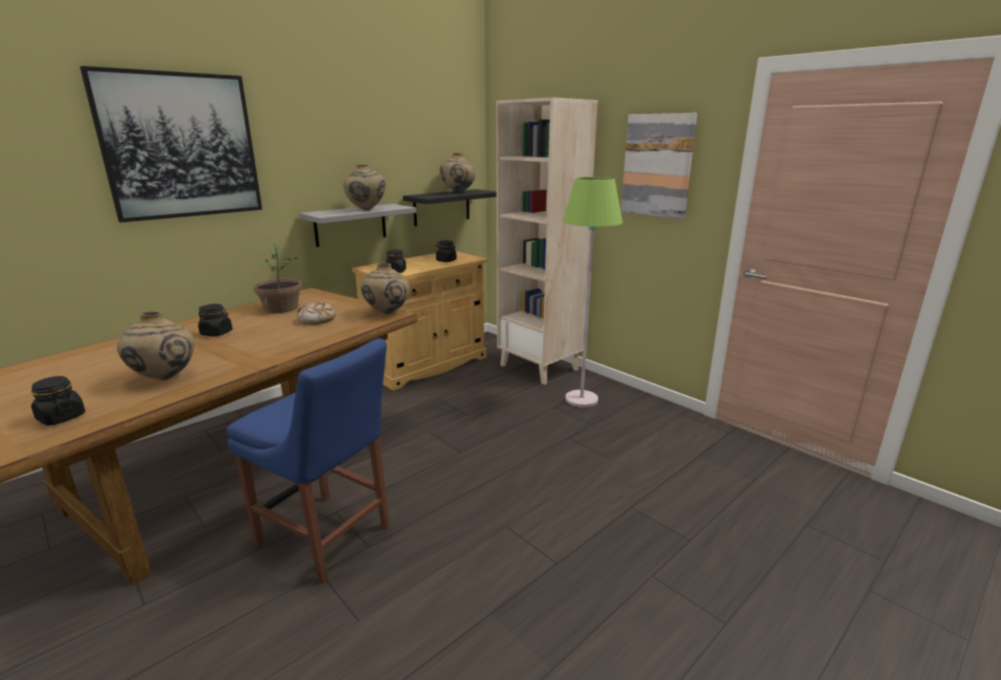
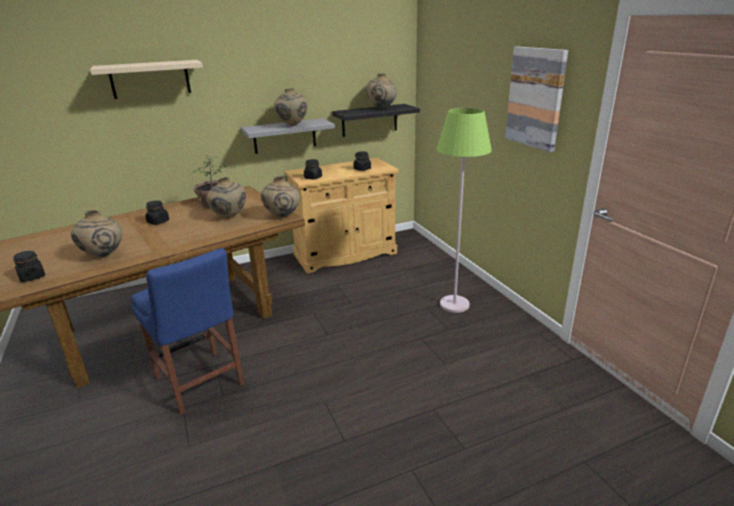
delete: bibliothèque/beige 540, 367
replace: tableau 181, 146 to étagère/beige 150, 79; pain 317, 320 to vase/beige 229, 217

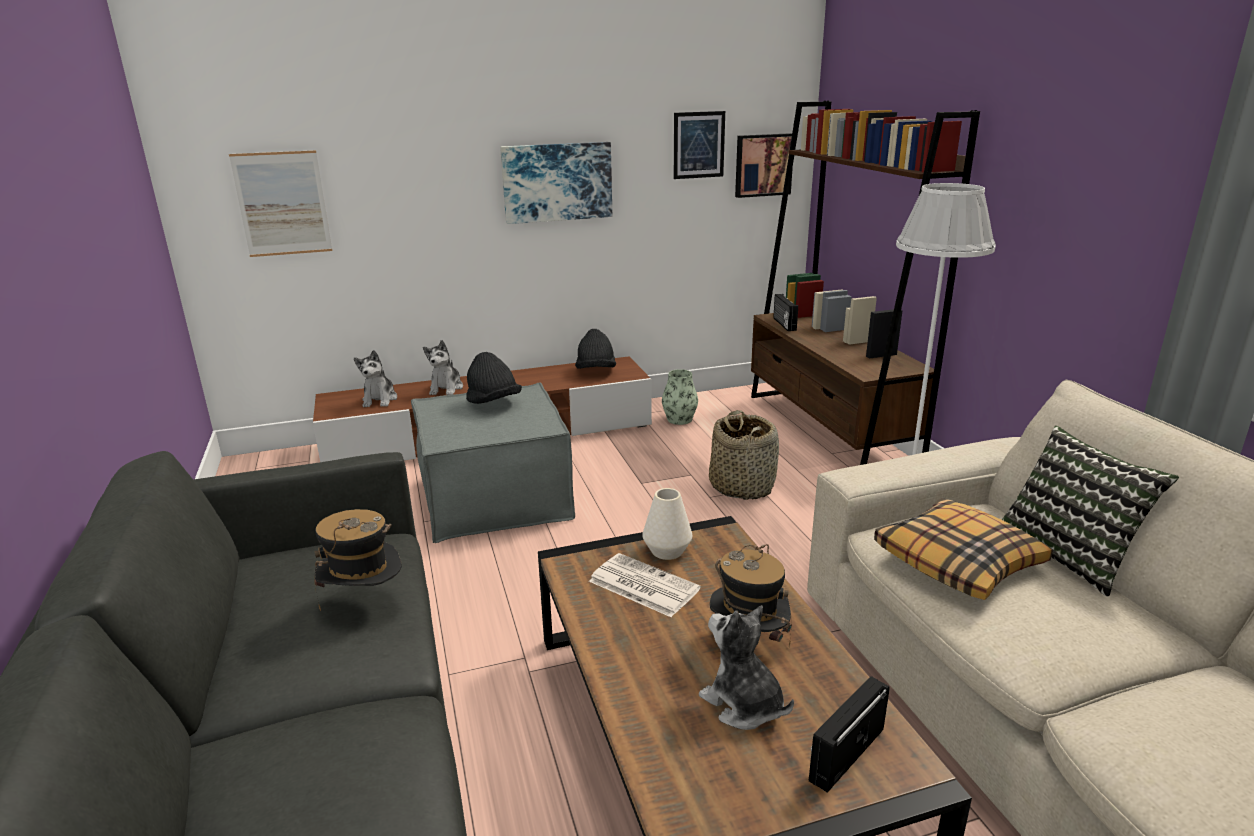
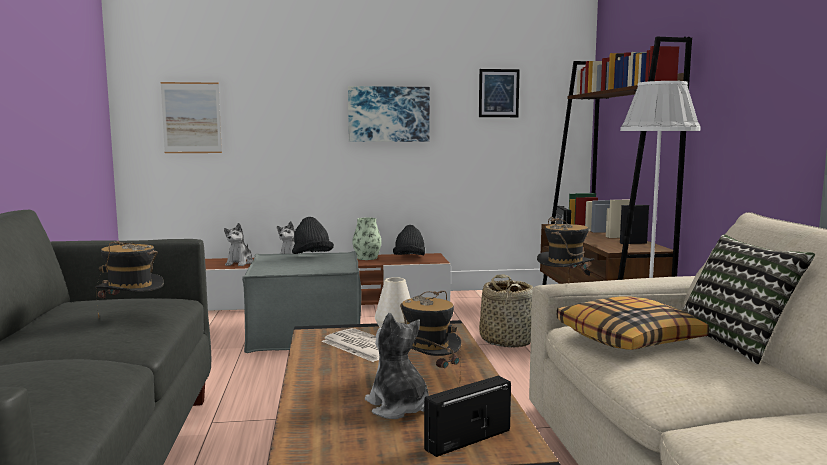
delete: tableau 763, 165
insert: chapeau 564, 289
move: vase 679, 419 to 367, 258

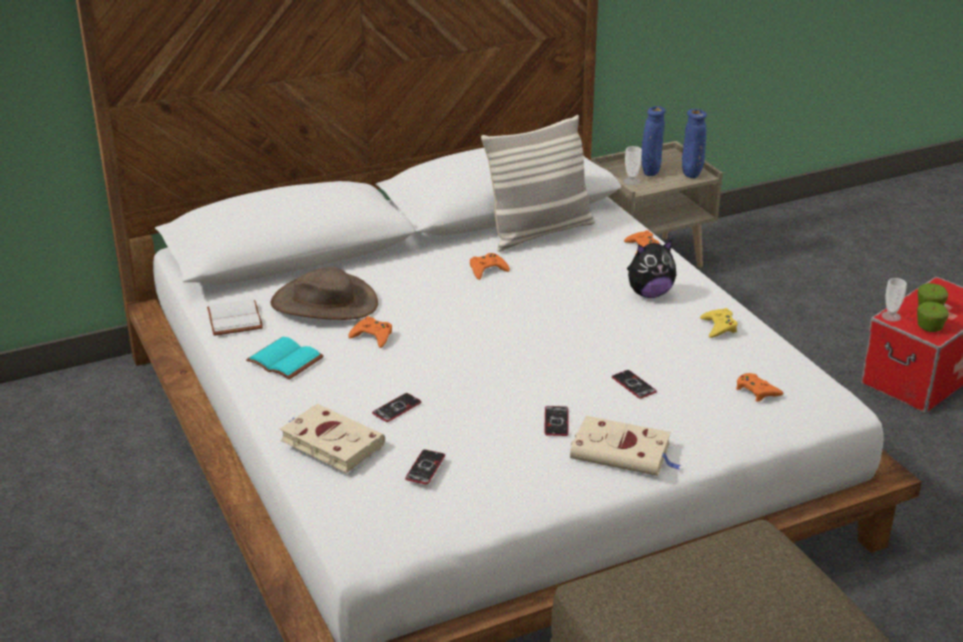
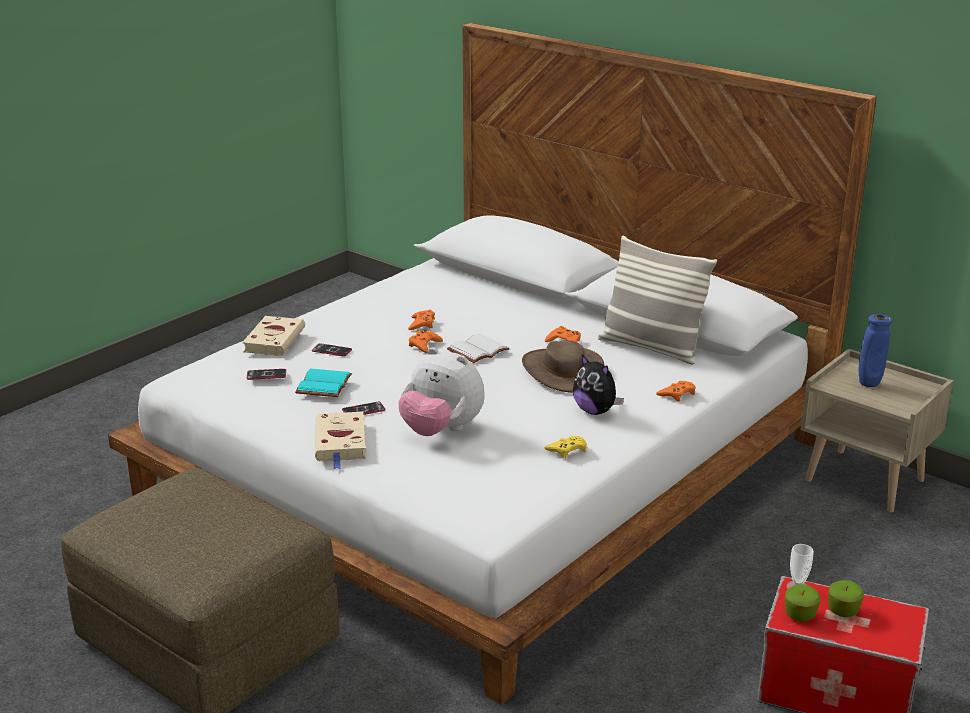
delete: tasse 631, 181; vase/bleu 691, 176
move: livre/blanc 236, 319 to 478, 351; livre/turquoise 287, 360 to 325, 385; chapeau/marron 324, 303 to 562, 370; manette/orange 756, 391 to 424, 345
replace: téléphone 634, 385 to peluche 441, 430

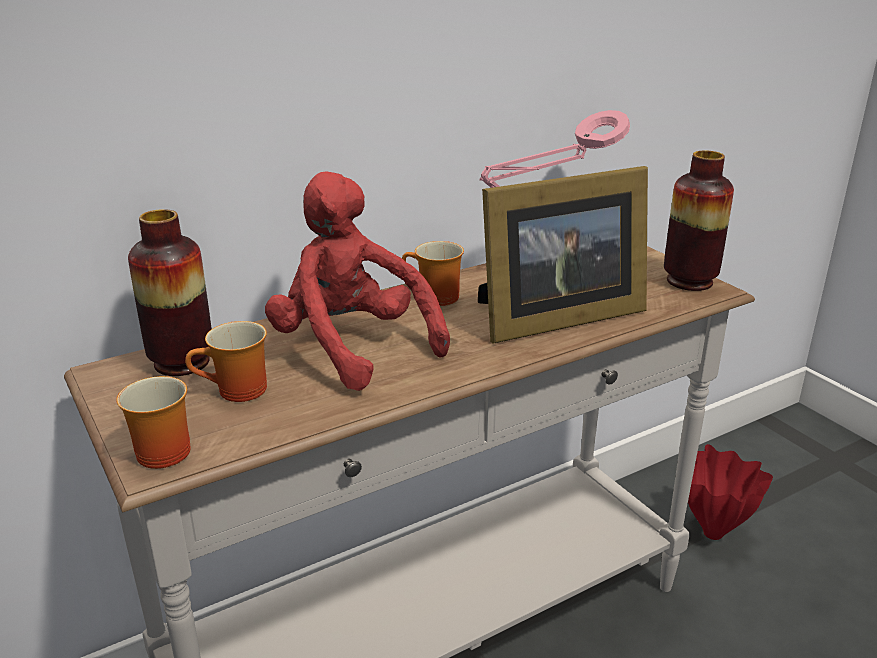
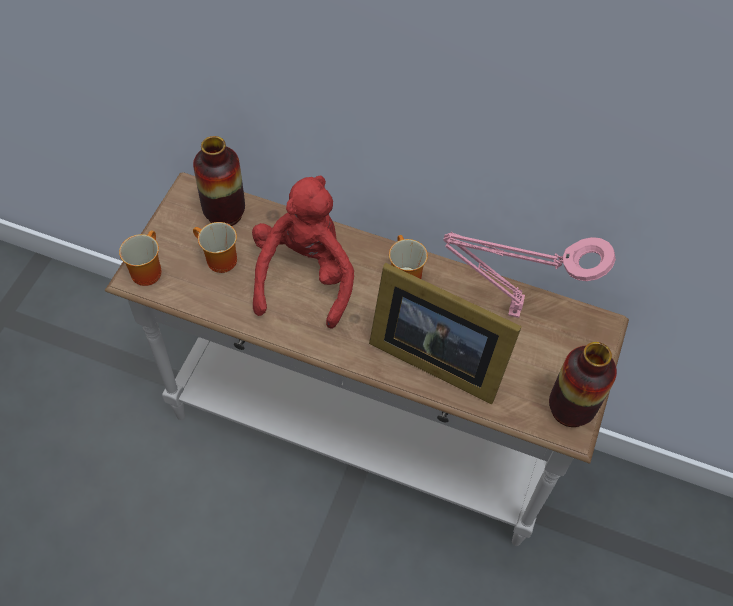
delete: vase/rouge 713, 534

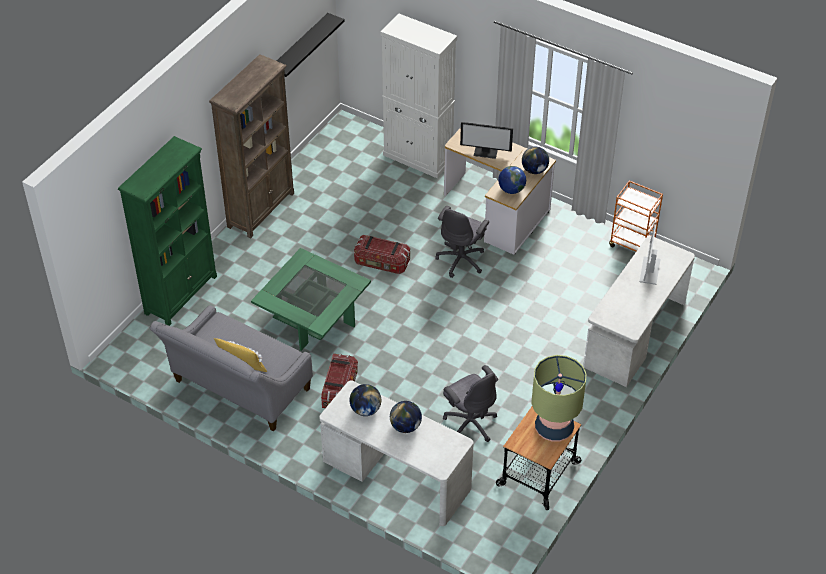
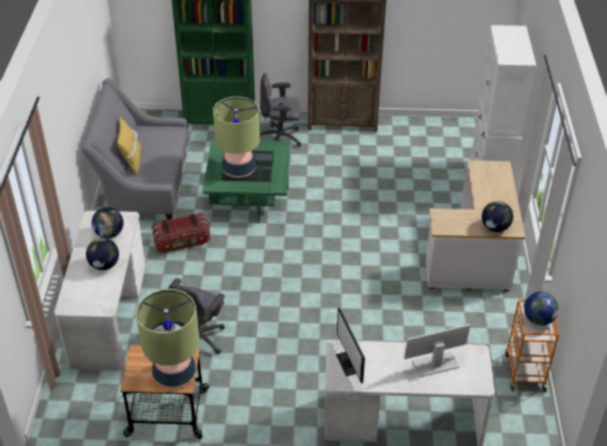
delete: étagère/noir 299, 48; boîte de rangement 382, 263
insert: lampe de table 239, 169
move: chaise de bureau/gris 461, 260 to 281, 139; écran d'ordinateur 486, 152 to 350, 363; globe 511, 190 to 538, 319

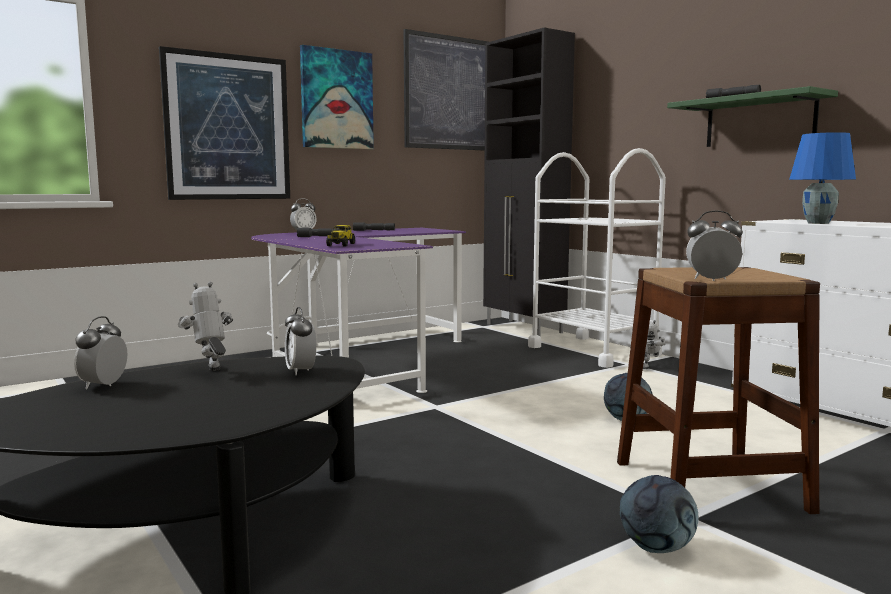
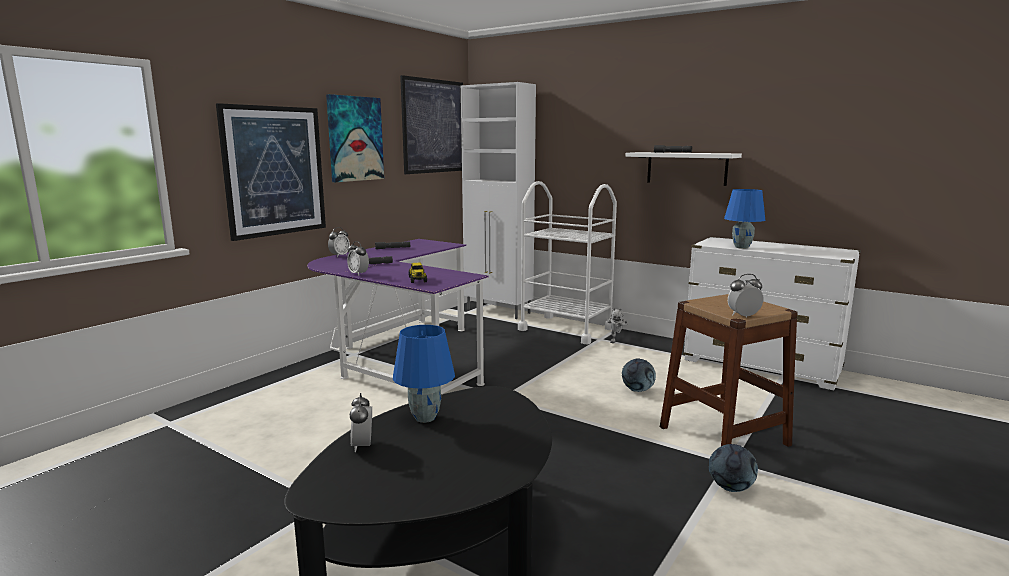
move: réveil 301, 371 to 358, 274
replace: robot jouet 211, 373 to lampe de table/bleu 425, 418
recolor: meuble de rangement/noir 524, 328 to meuble de rangement/blanc 499, 311; étagère/vert 759, 121 to étagère/blanc 686, 168

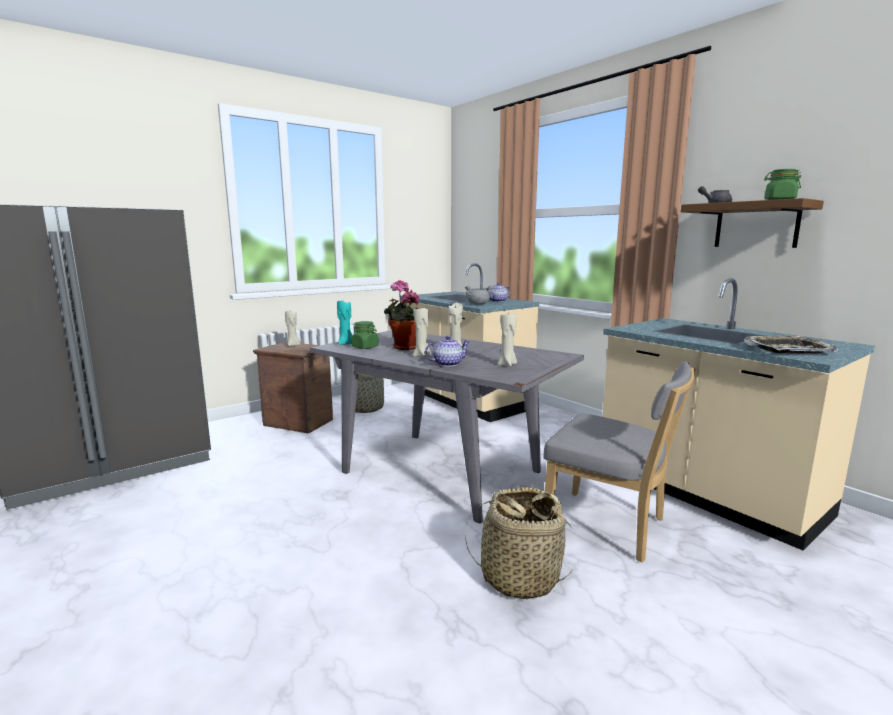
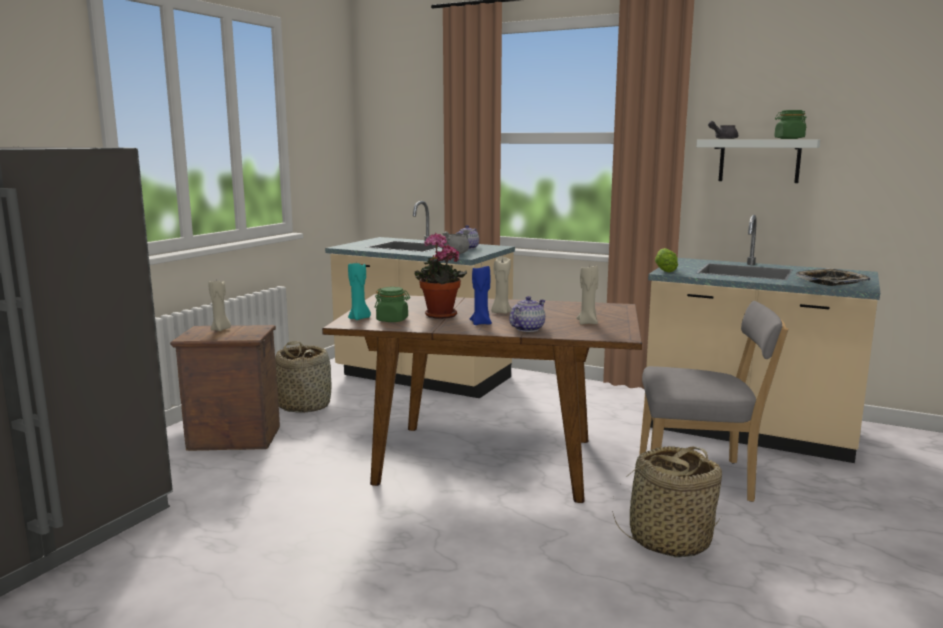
insert: laitue 665, 270
recolor: table à manger/gris 443, 472 to table à manger/marron 488, 461; bougie/beige 422, 356 to bougie/bleu 481, 323; étagère/marron 756, 225 to étagère/blanc 759, 160

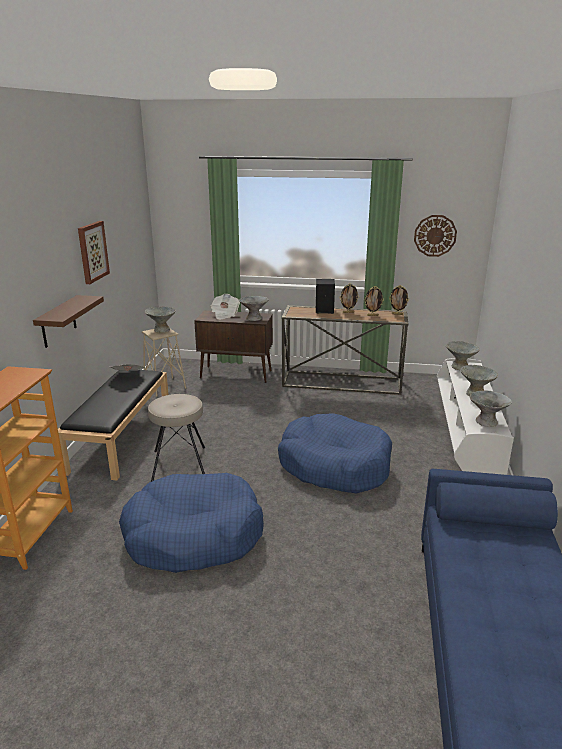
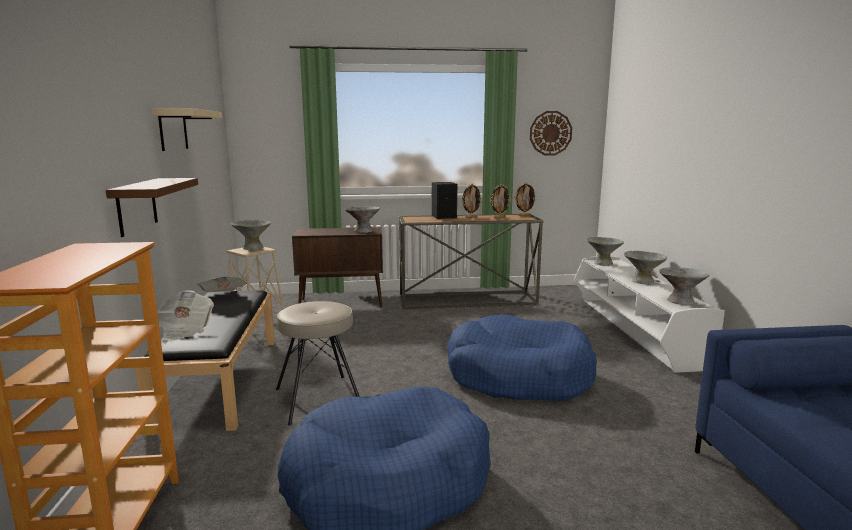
move: journal 225, 314 to 184, 330
replace: tableau 92, 251 to étagère/beige 173, 130

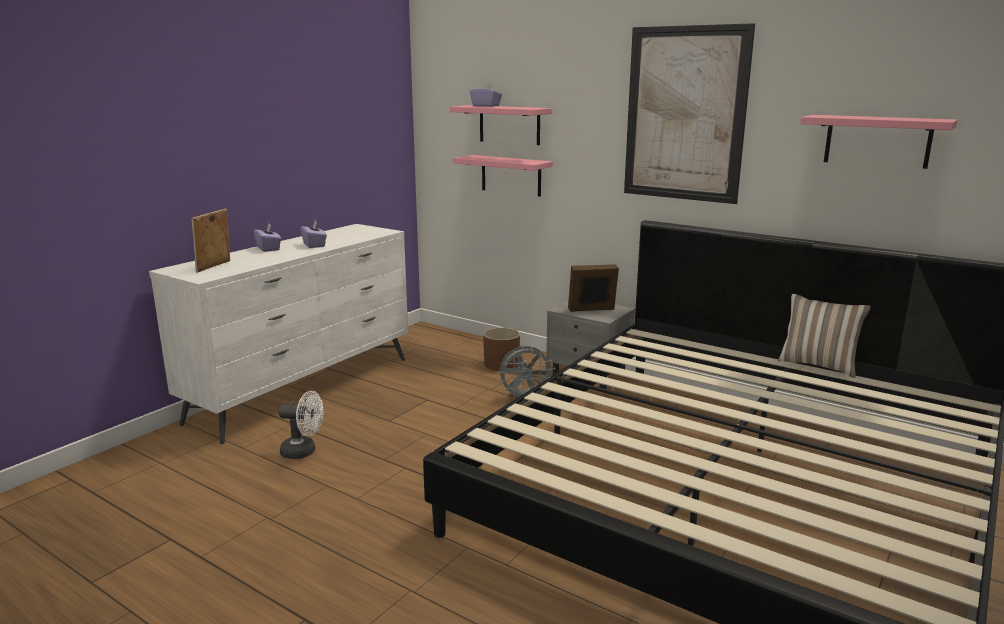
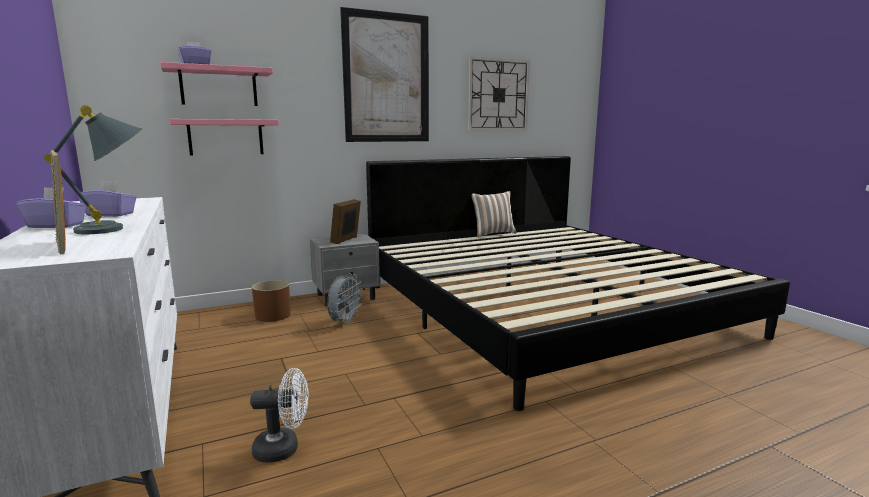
insert: lampe de table/gris 117, 228
replace: étagère/rose 877, 141 to horloge murale 498, 95
rotate: ventilateur/blanc 304, 452 = 284, 449 45 degrees clockwise

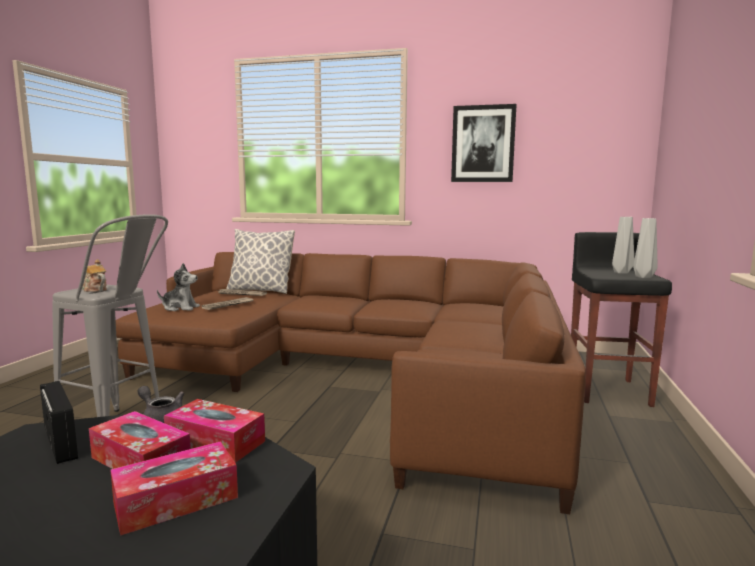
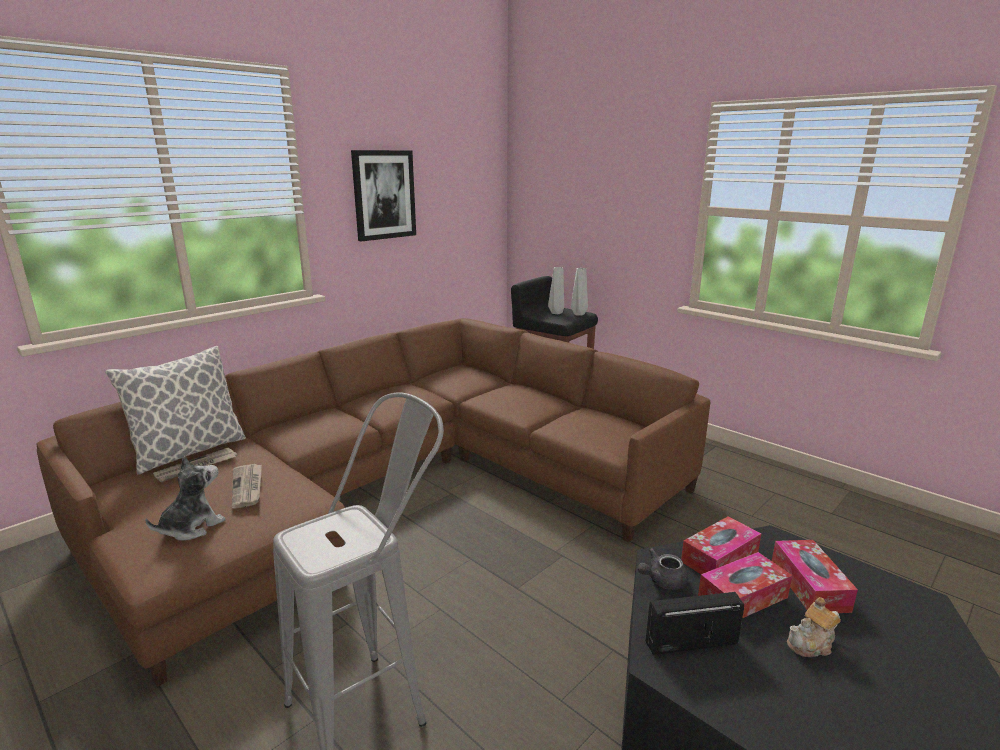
move: théière 94, 289 to 811, 644

